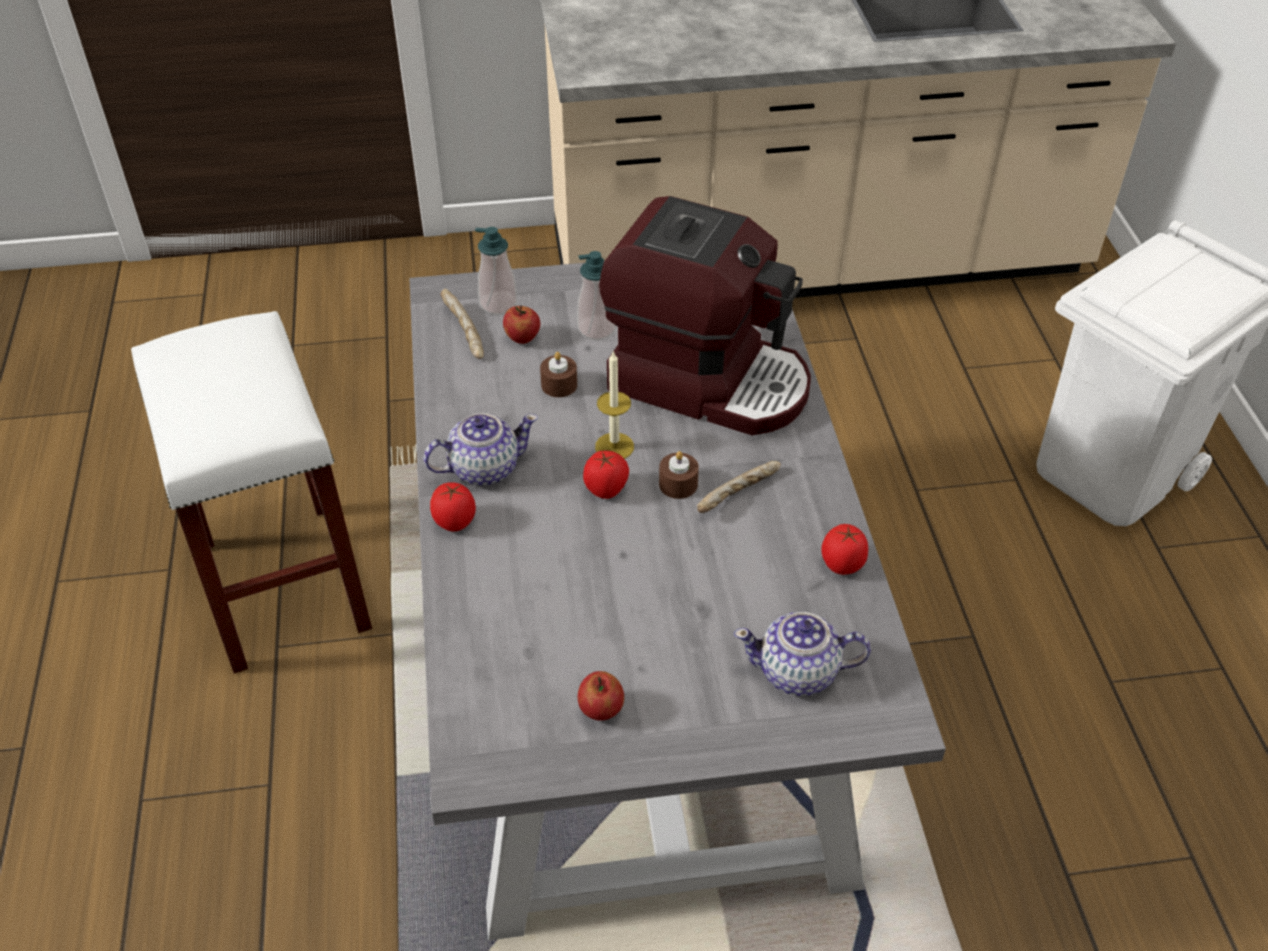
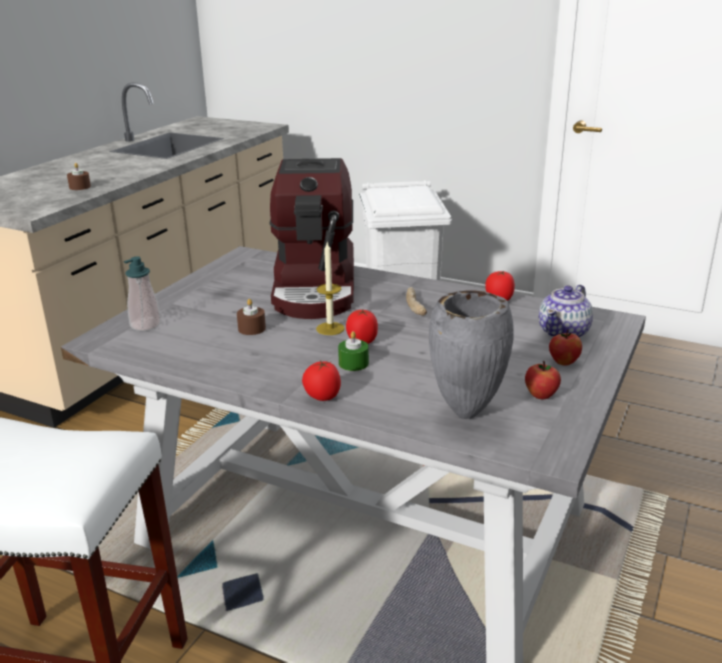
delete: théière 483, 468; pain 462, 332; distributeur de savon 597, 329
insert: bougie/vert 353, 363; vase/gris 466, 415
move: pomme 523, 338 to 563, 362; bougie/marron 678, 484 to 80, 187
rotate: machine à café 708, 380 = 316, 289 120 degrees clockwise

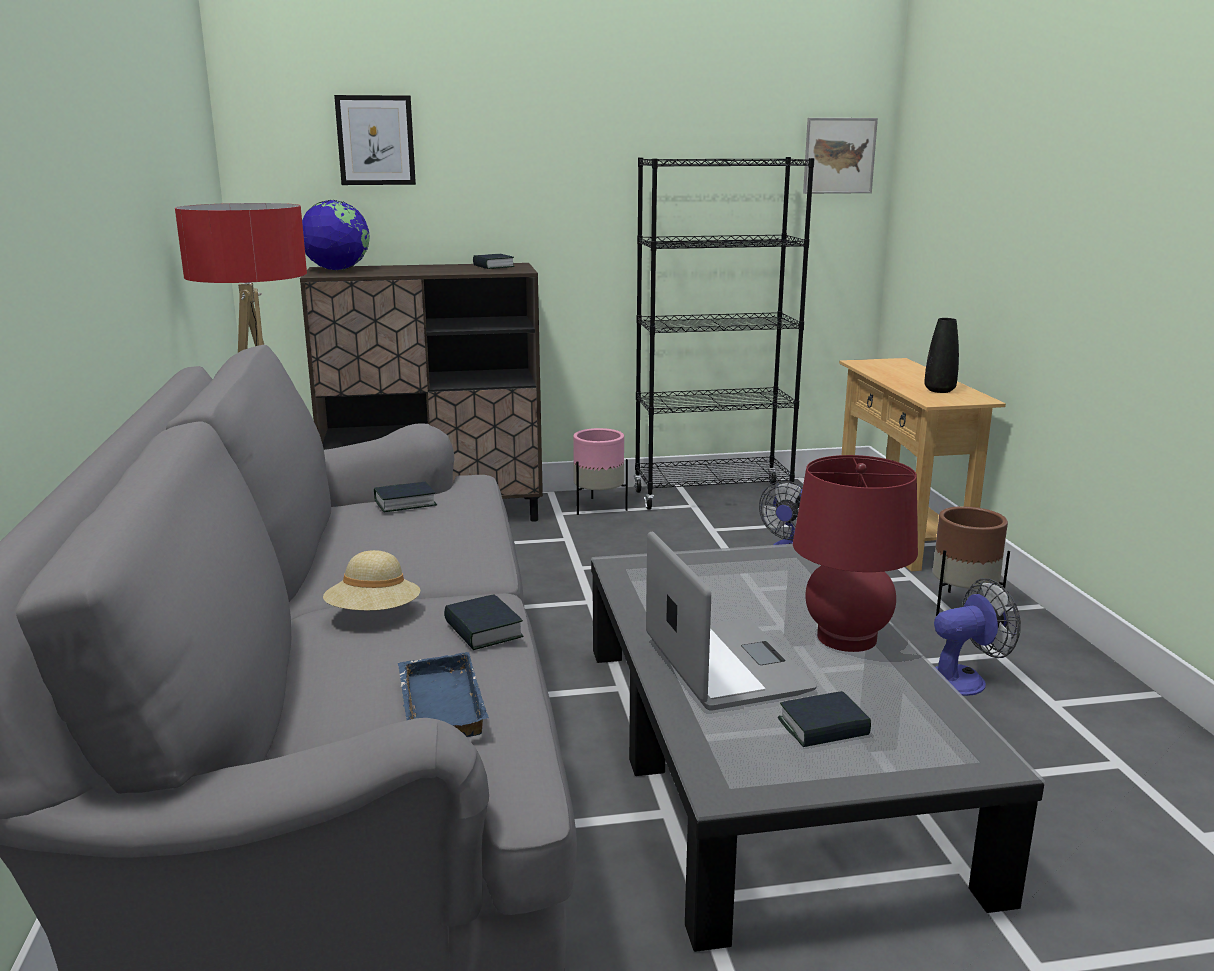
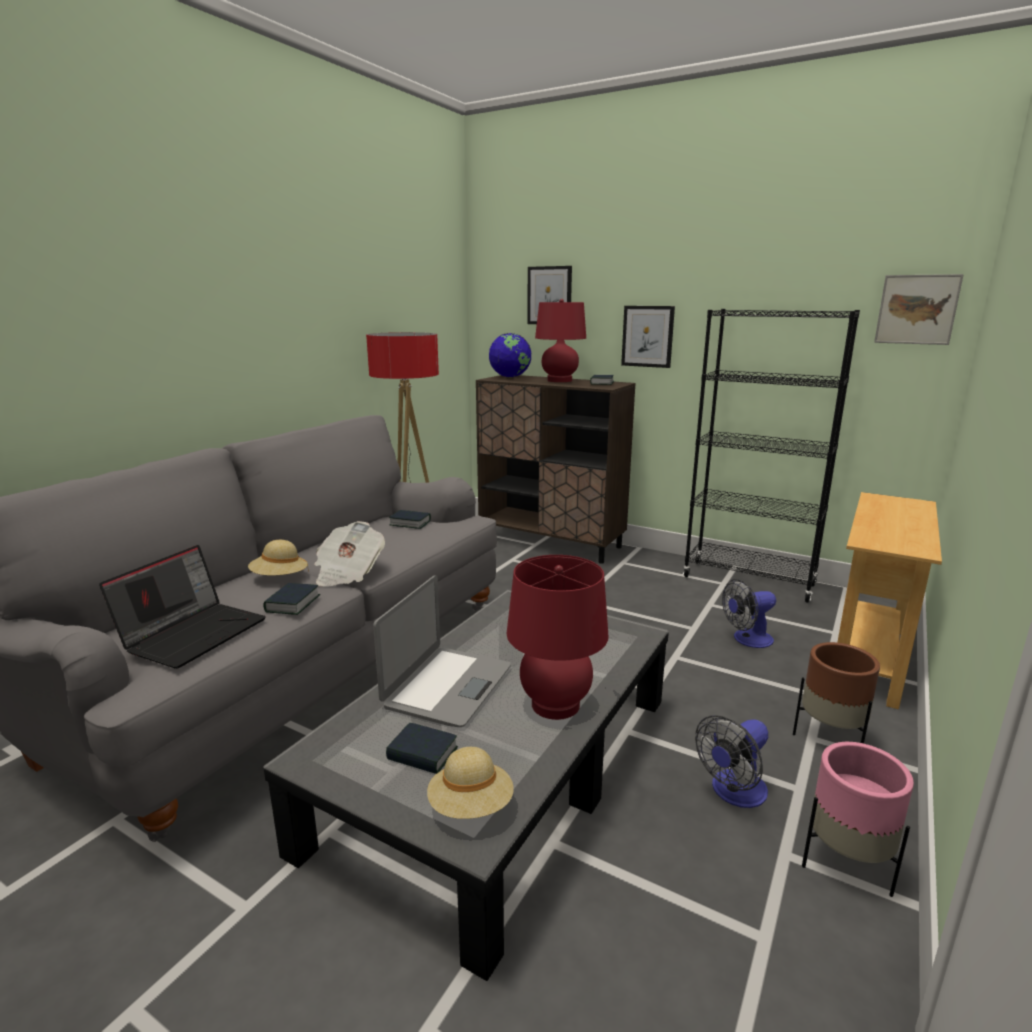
delete: vase/noir 939, 390
insert: journal 348, 572; chapeau/beige 471, 806; lampe de table/rouge 559, 380; tableau 647, 336
move: cache-pot/rose 599, 508 to 846, 864
replace: plateau/bleu 437, 705 to ordinateur portable 194, 633
rotate: ventilateur 964, 679 = 733, 793 120 degrees clockwise

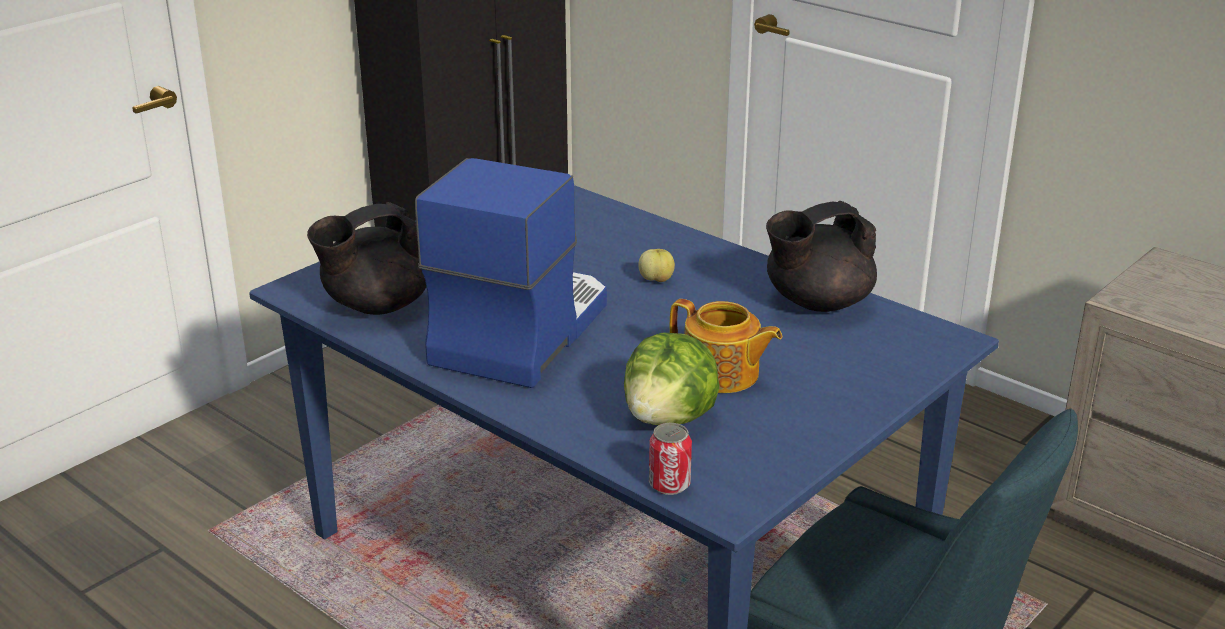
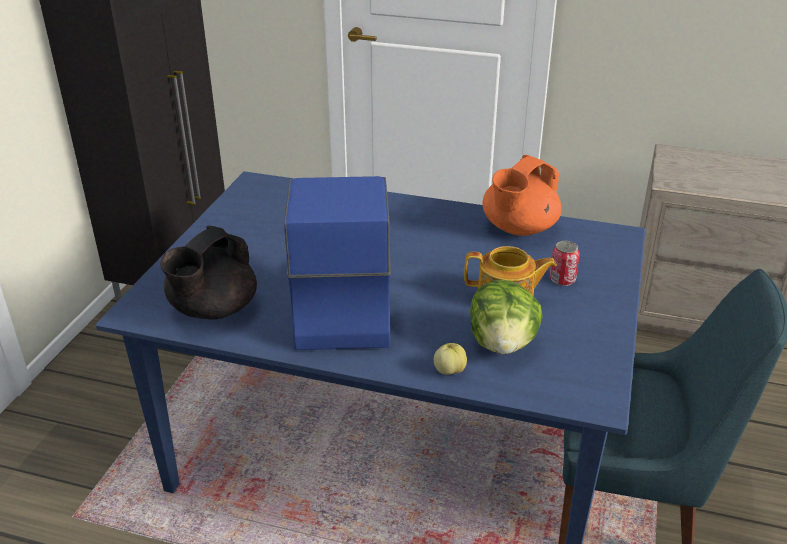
move: pomme 656, 280 to 449, 371; boîte métallique 669, 484 to 562, 279
recolor: théière/noir 817, 302 to théière/orange 518, 228

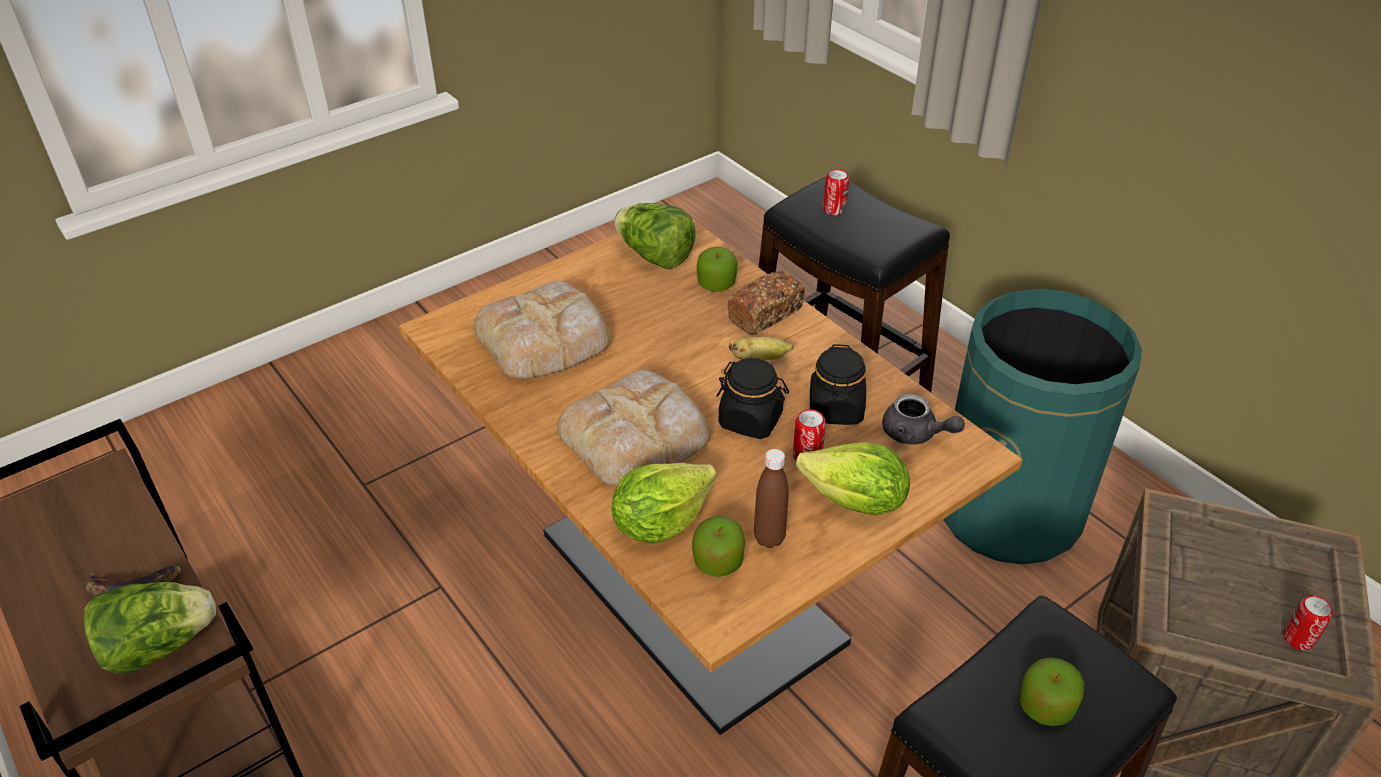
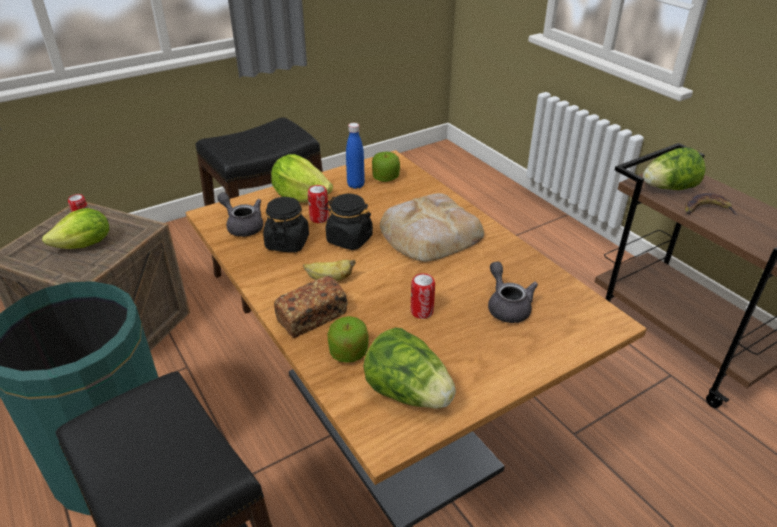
delete: pomme 1046, 707
move: laitue 660, 522 to 85, 245; boîte métallique 834, 209 to 422, 312
replace: pain 546, 338 to théière/gris 507, 306
recolor: bouteille/marron 769, 538 to bouteille/bleu 355, 185

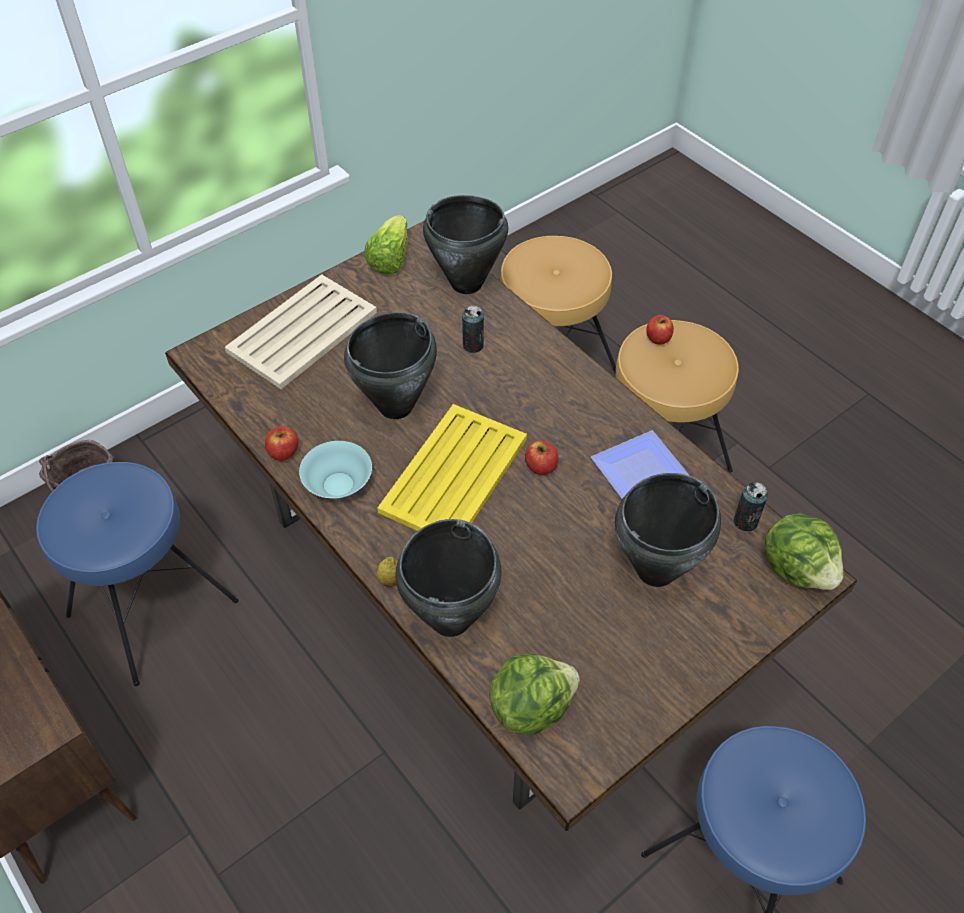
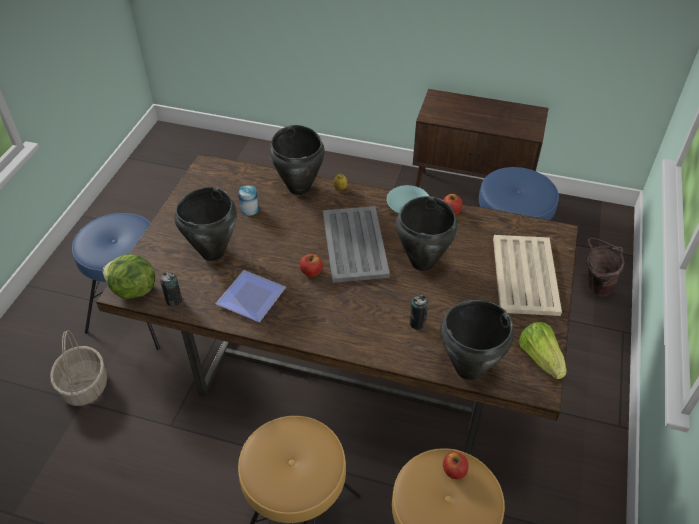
delete: laitue 530, 707
insert: panier 84, 386; boîte métallique 249, 209
move: pomme 658, 338 to 454, 470
recolor: plateau/jaune 455, 474 to plateau/gris 354, 245

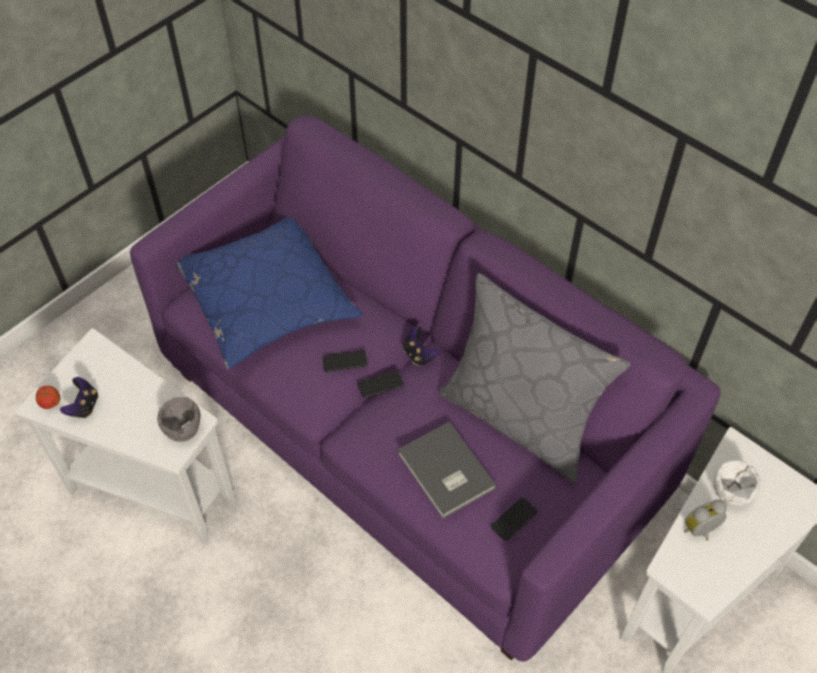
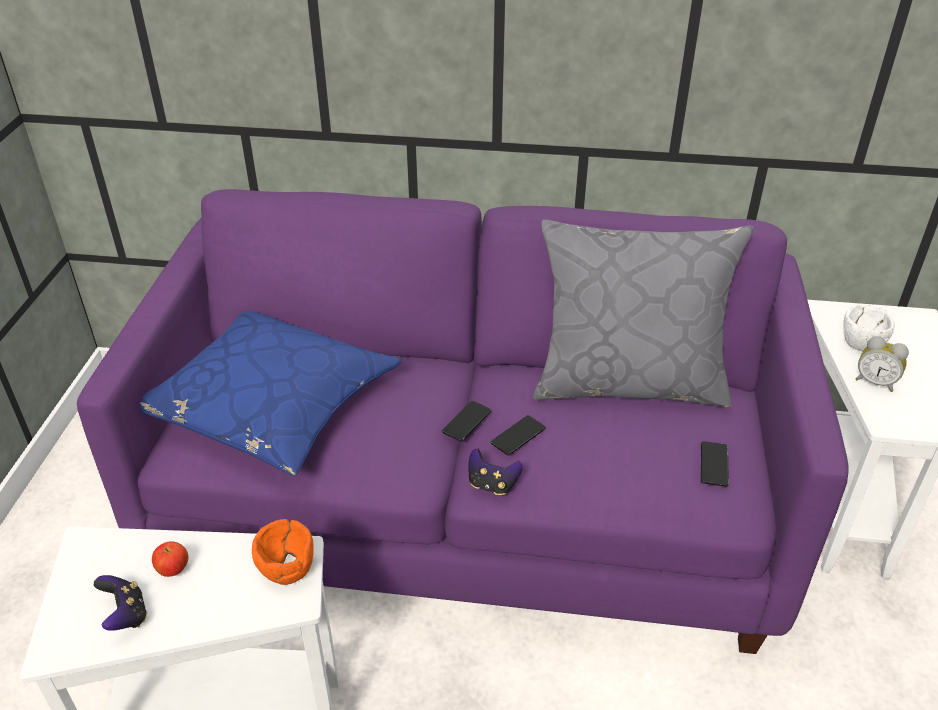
delete: livre/gris 445, 473
move: pomme 51, 403 to 174, 570; téléphone 344, 361 to 518, 436; manette 419, 355 to 492, 484
recolor: bol/gris 183, 429 to bol/orange 287, 568
rotate: réveil 701, 531 = 875, 382 90 degrees counterclockwise

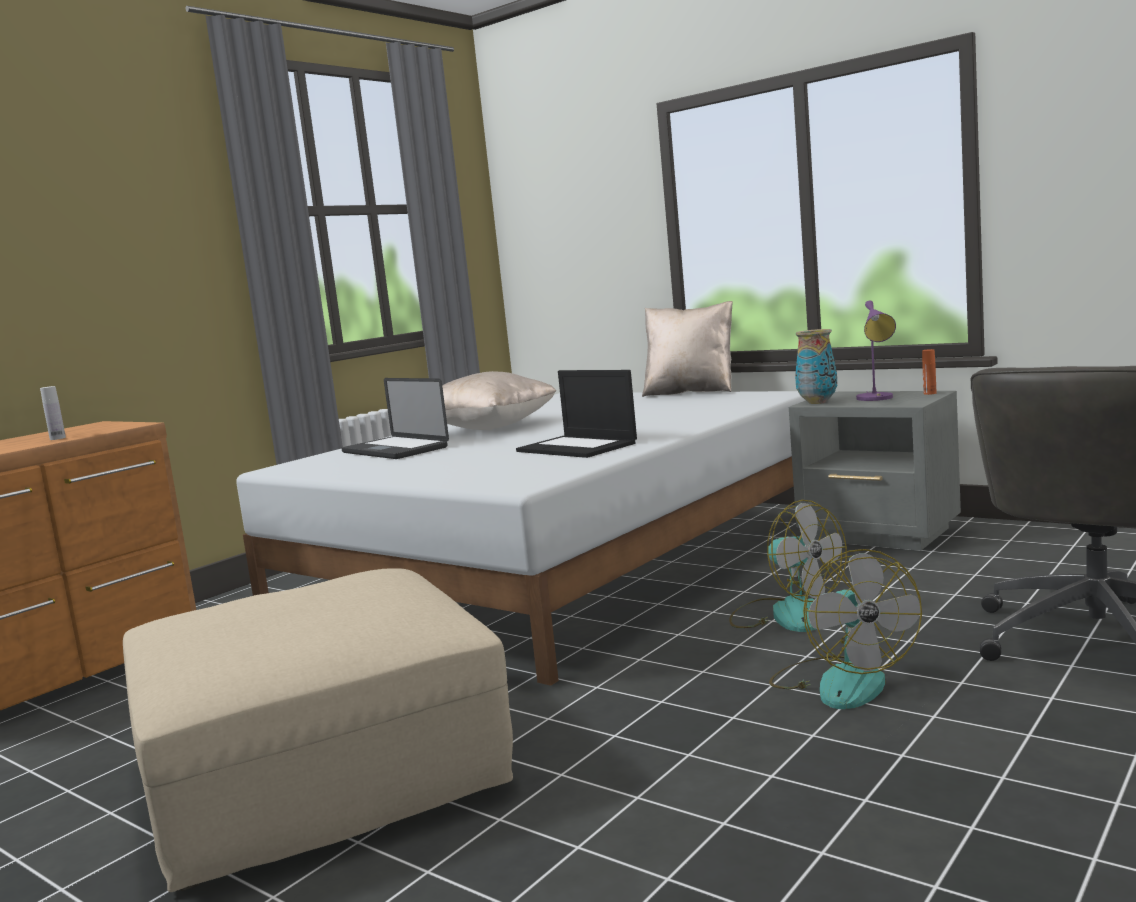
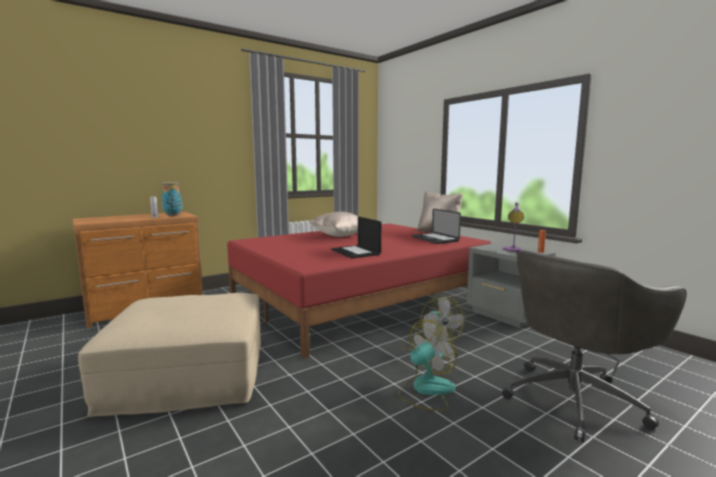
move: ordinateur portable 395, 450 to 435, 239; vase 817, 402 to 173, 215
recolor: lit/blanc 562, 564 to lit/rouge 359, 300
rotate: ventilateur 842, 681 = 426, 390 135 degrees counterclockwise

